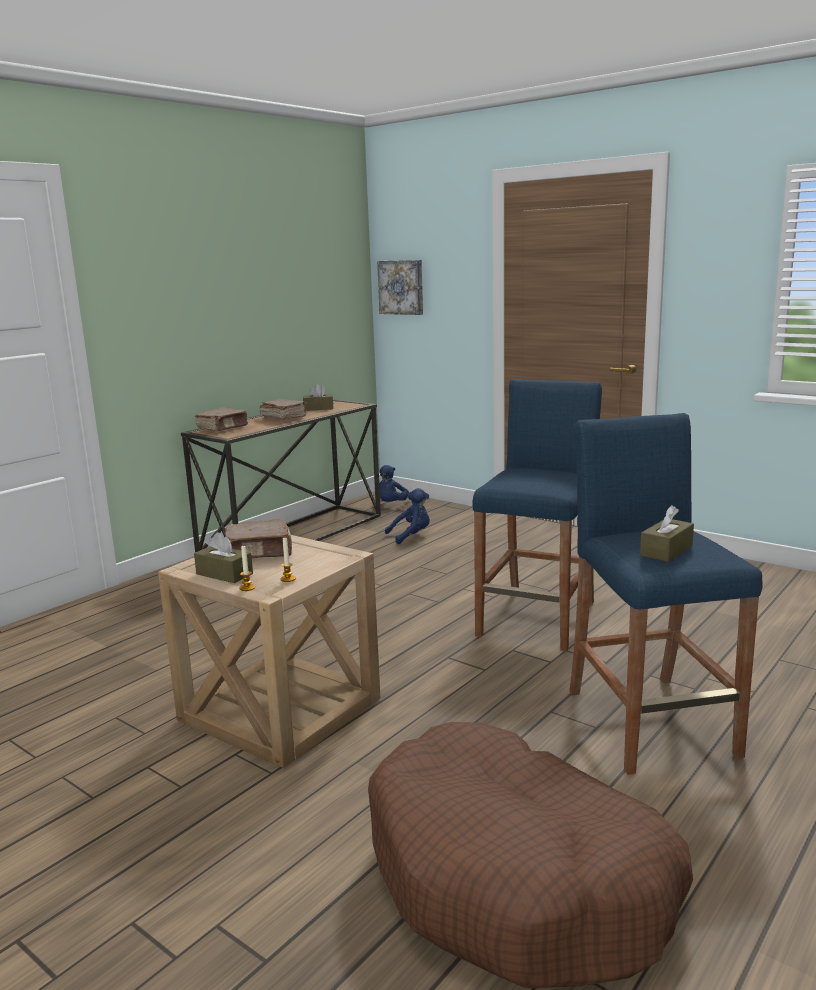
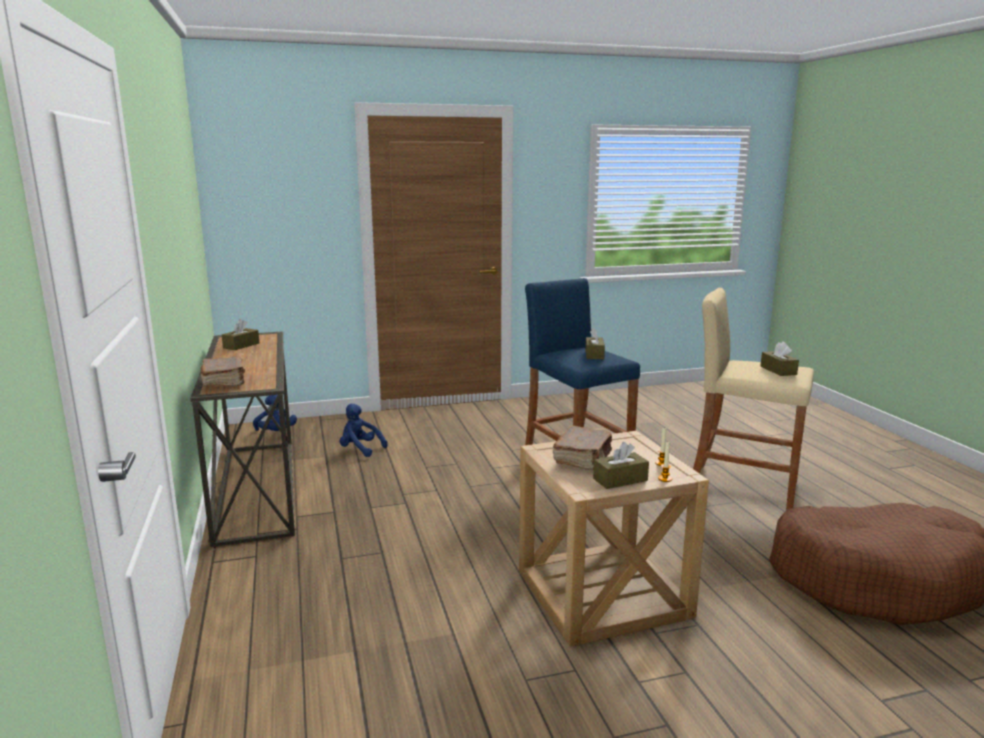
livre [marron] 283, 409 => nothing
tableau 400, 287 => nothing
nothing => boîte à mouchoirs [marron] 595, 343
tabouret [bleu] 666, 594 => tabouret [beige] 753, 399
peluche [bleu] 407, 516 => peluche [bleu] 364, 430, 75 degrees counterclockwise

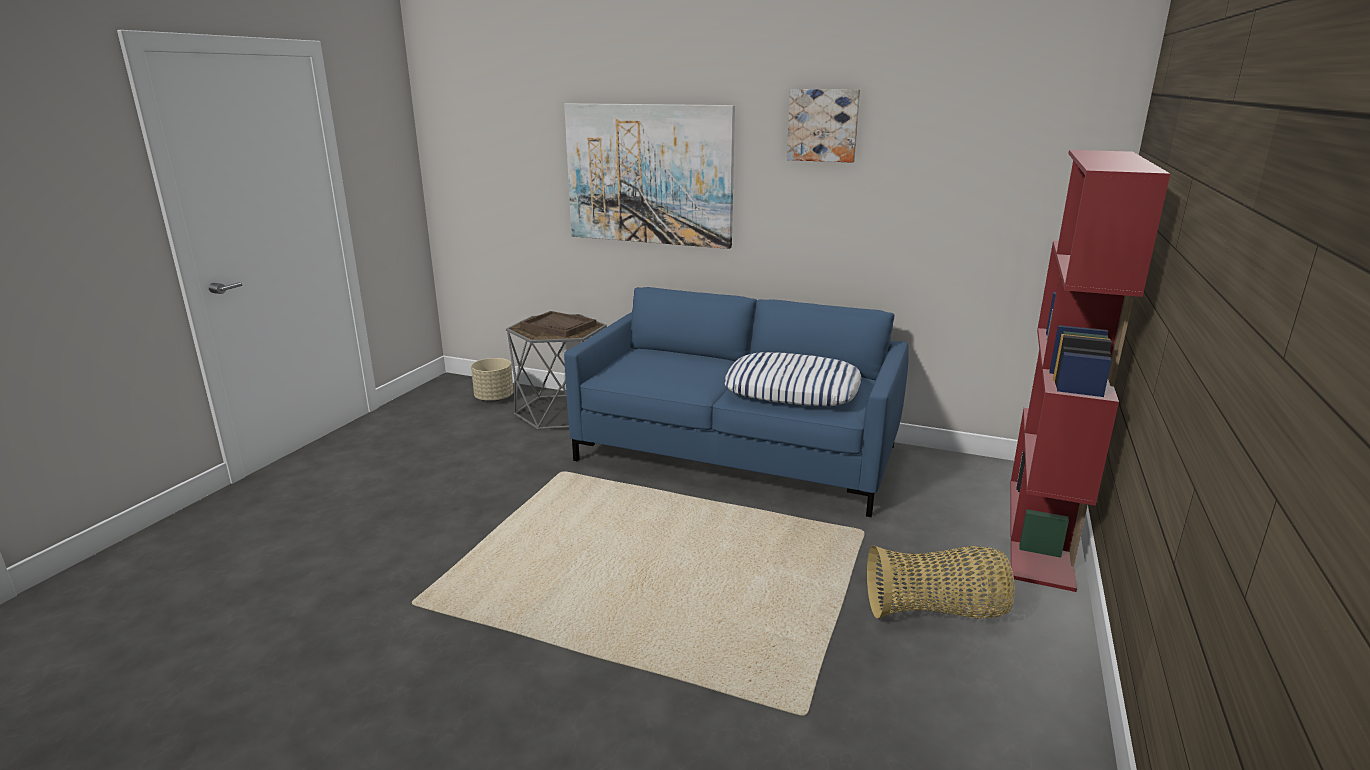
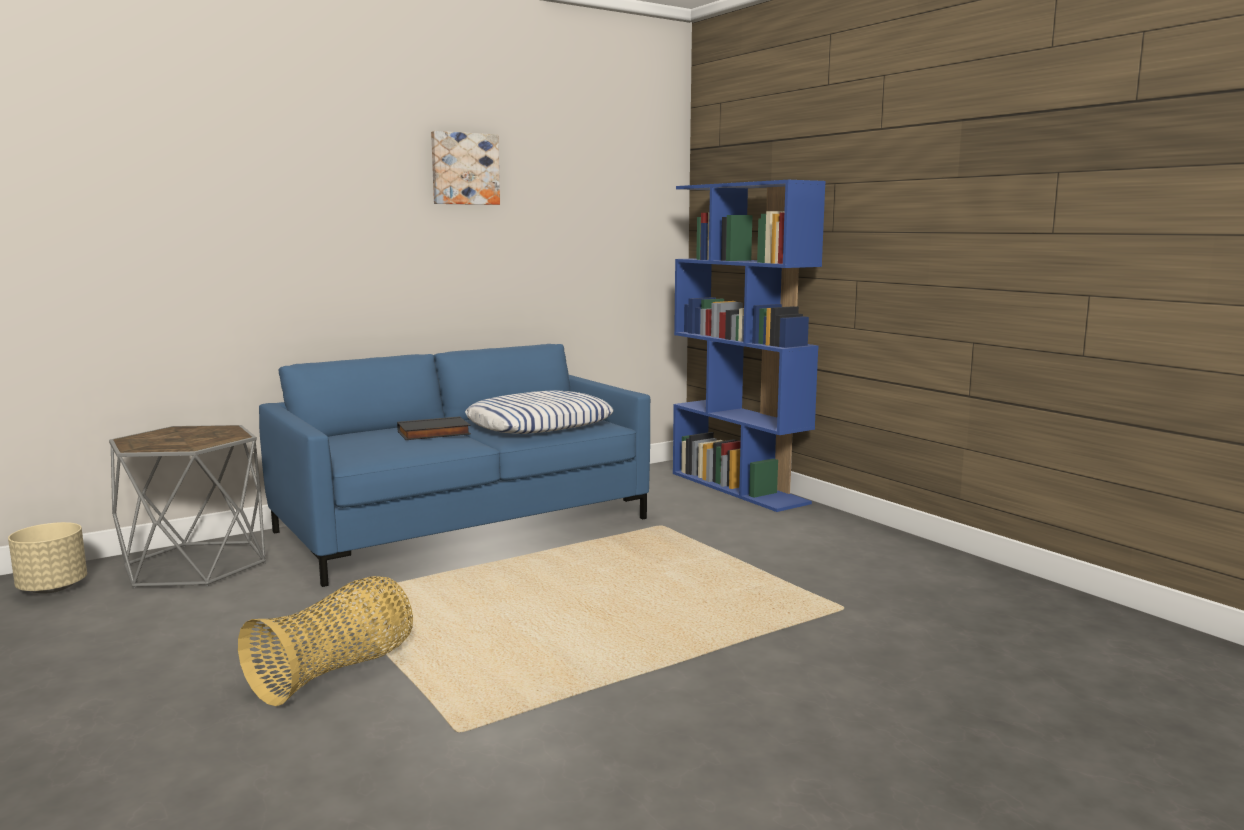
plateau [marron] 558, 324 => nothing
tableau 649, 176 => nothing
nothing => livre [noir] 434, 428
panier 941, 582 => panier 325, 641, shifted
bibliothèque [rouge] 1090, 371 => bibliothèque [bleu] 749, 346

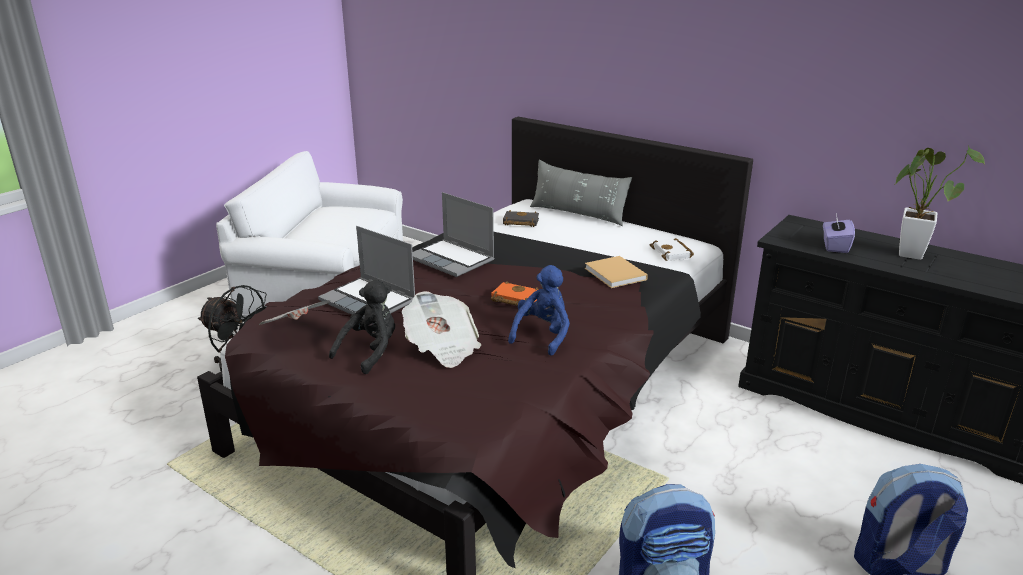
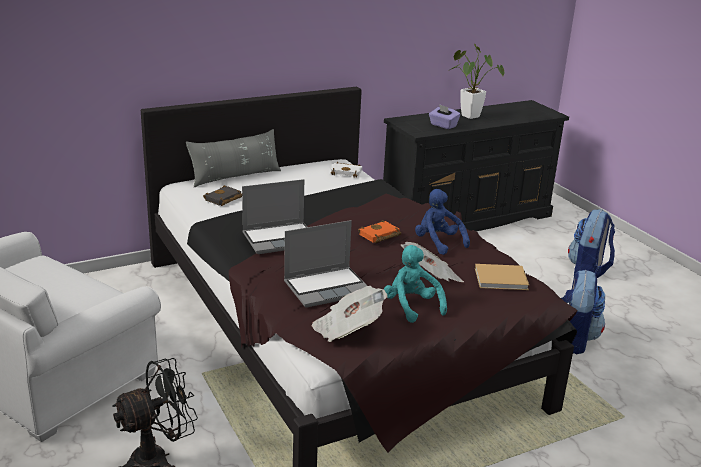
livre [beige] 616, 272 => livre [beige] 502, 277, shifted
peluche [noir] 362, 327 => peluche [turquoise] 415, 284

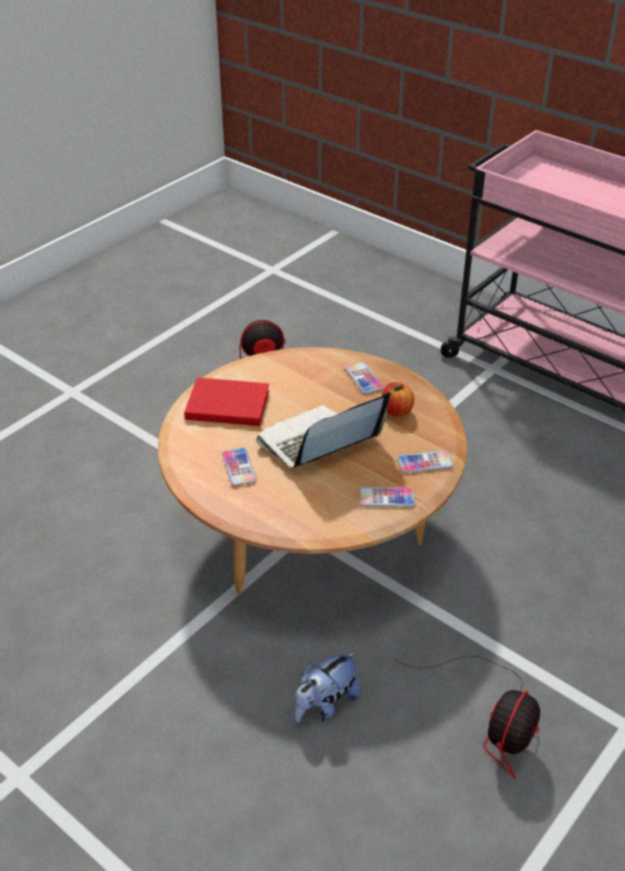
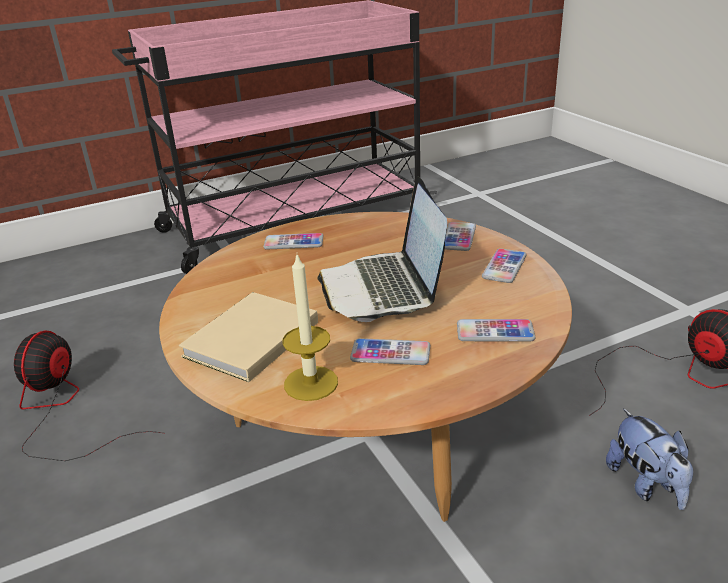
pomme 398, 399 => nothing
nothing => bougie 310, 328
nothing => téléphone 496, 330
livre [rouge] 227, 401 => livre [beige] 248, 337

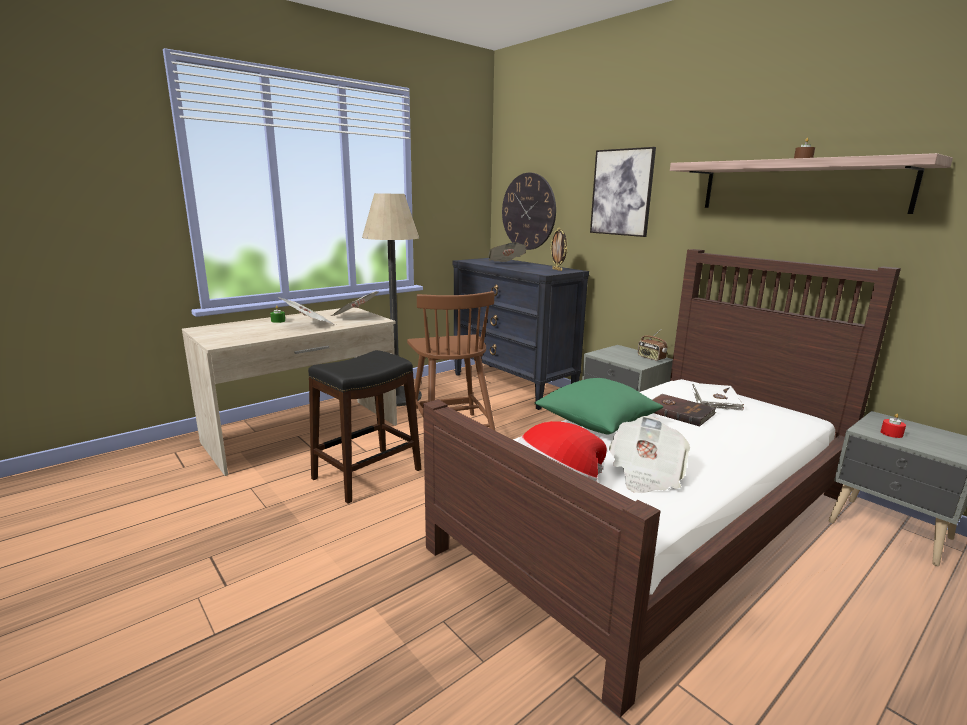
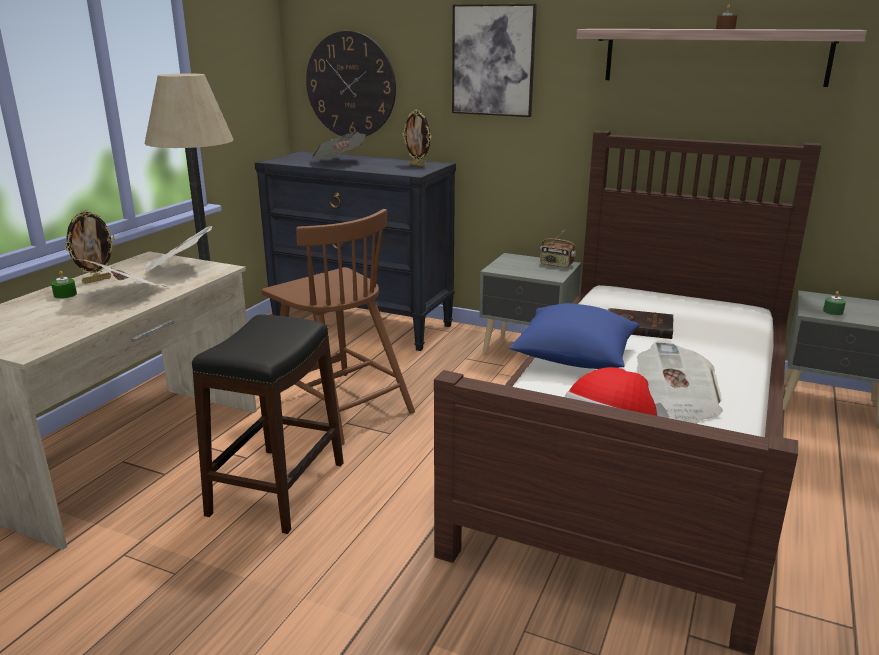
livre [blanc] 718, 397 => nothing
nothing => cadre photo 90, 247
coussin [vert] 599, 406 => coussin [bleu] 574, 336
bougie [rouge] 893, 426 => bougie [vert] 834, 303

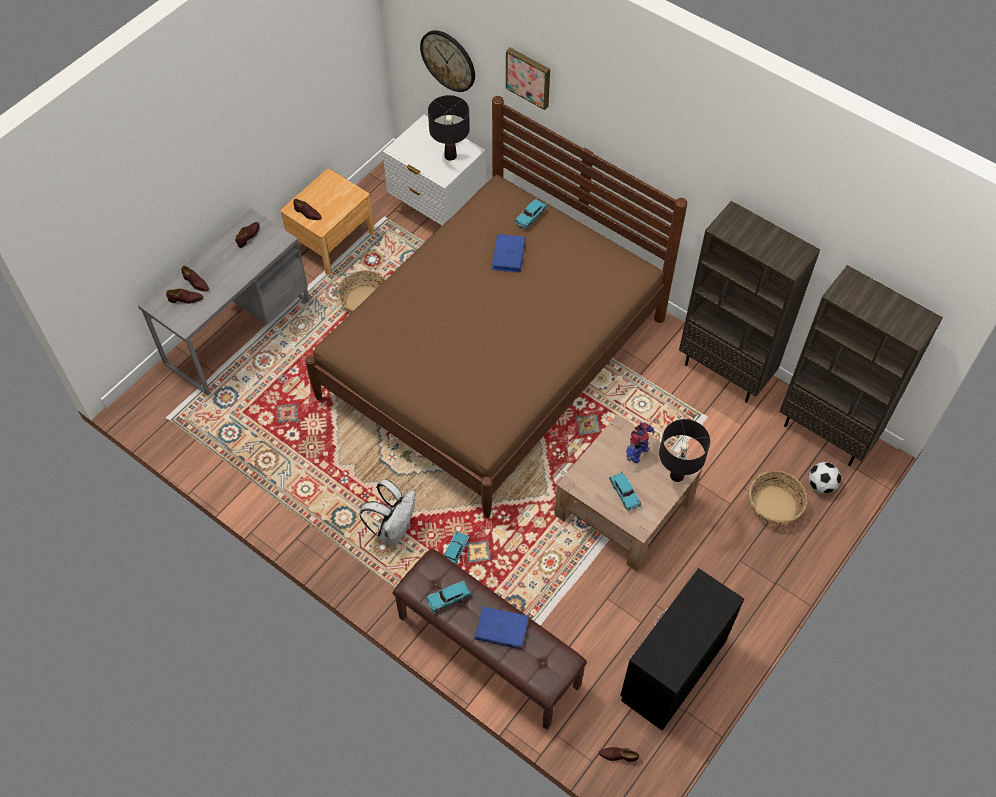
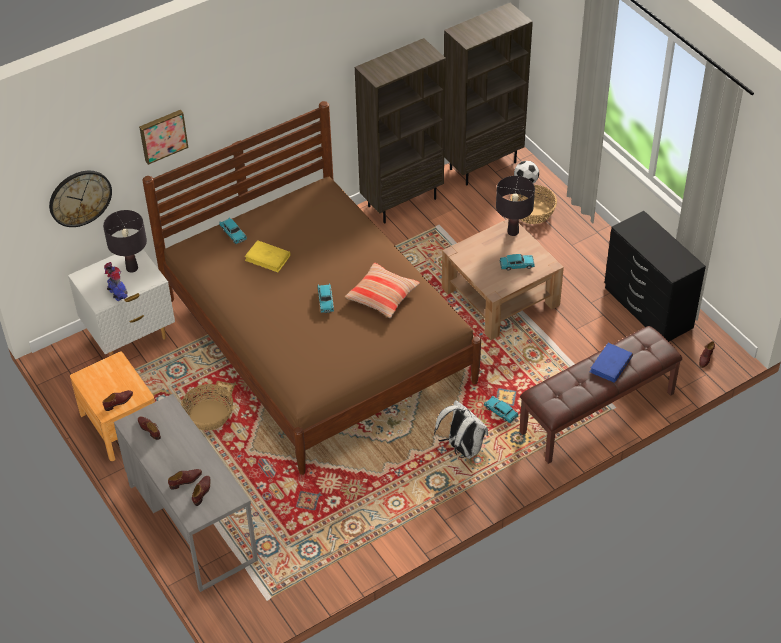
nothing => coussin 382, 290
petite voiture [turquoise] 449, 597 => petite voiture [turquoise] 326, 298, shifted
robot jouet 640, 442 => robot jouet 116, 281, shifted
livre [bleu] 508, 253 => livre [jaune] 268, 256

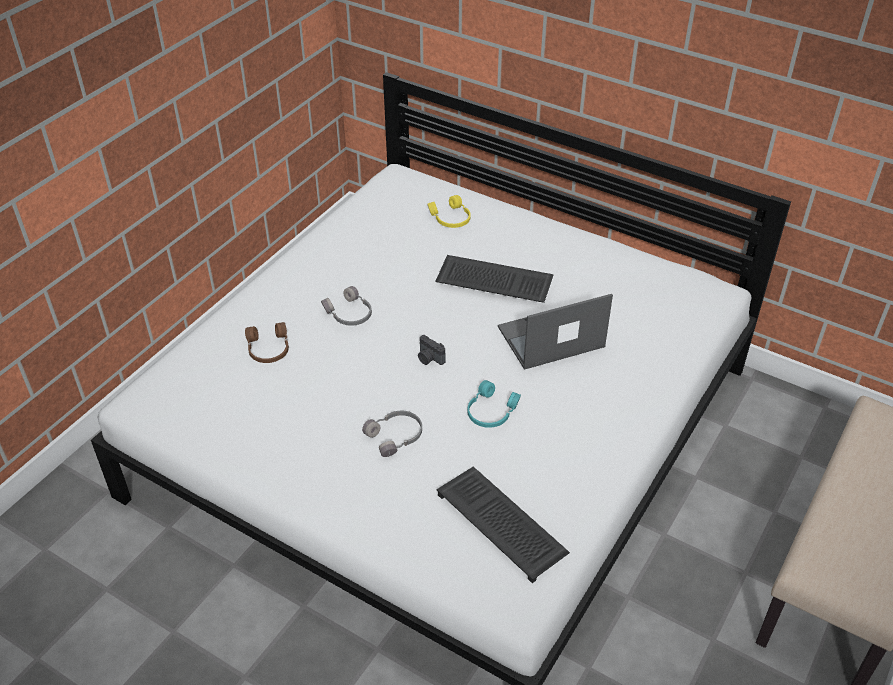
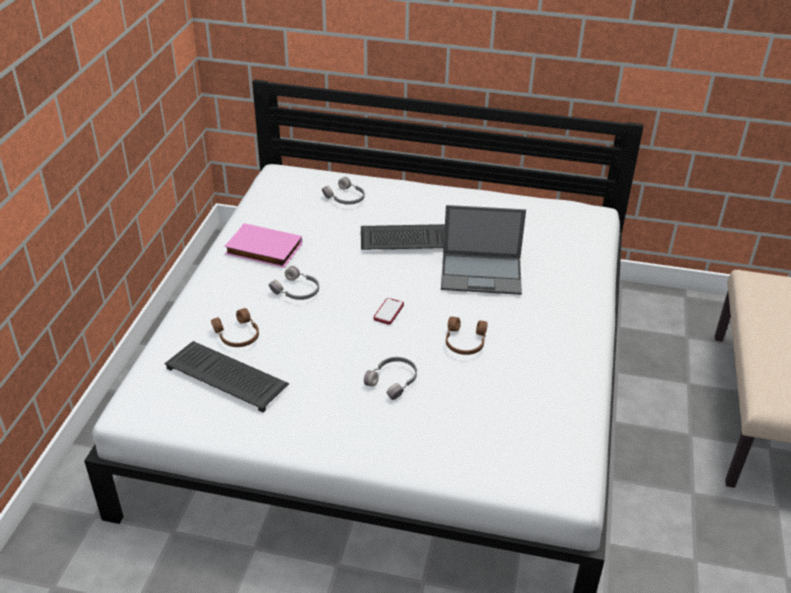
nothing => livre [rose] 263, 245
clavier 503, 525 => clavier 227, 377, shifted
appareil photo 431, 350 => téléphone 388, 311
casque audio [jaune] 449, 211 => casque audio [gris] 343, 191
casque audio [turquoise] 494, 404 => casque audio [marron] 466, 336
ordinateur portable 555, 332 => ordinateur portable 483, 250, 135 degrees counterclockwise

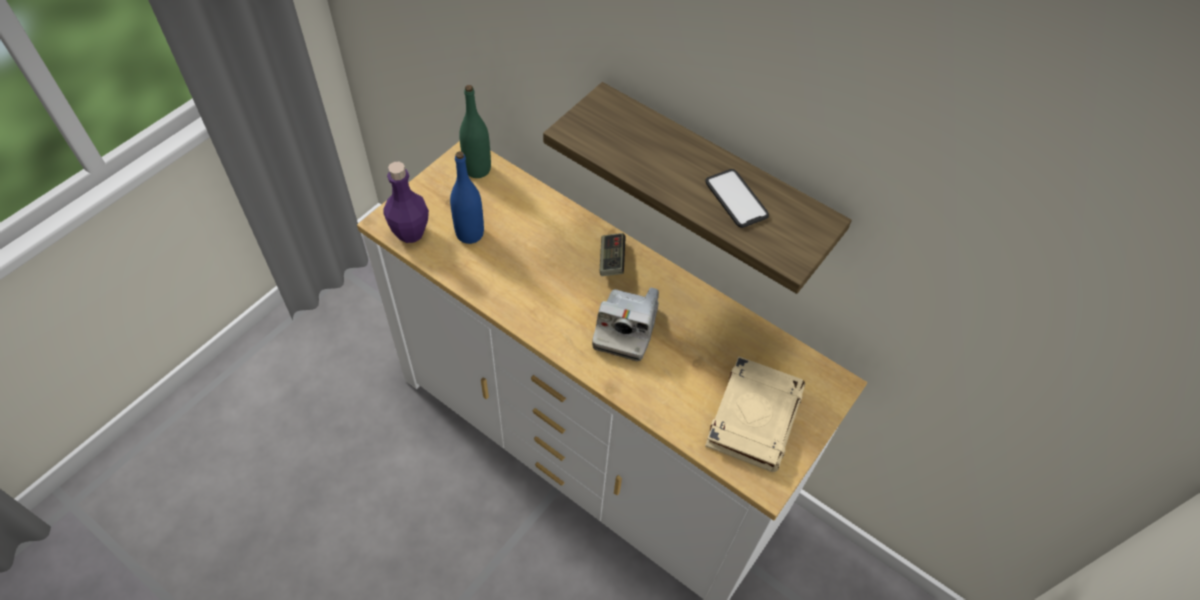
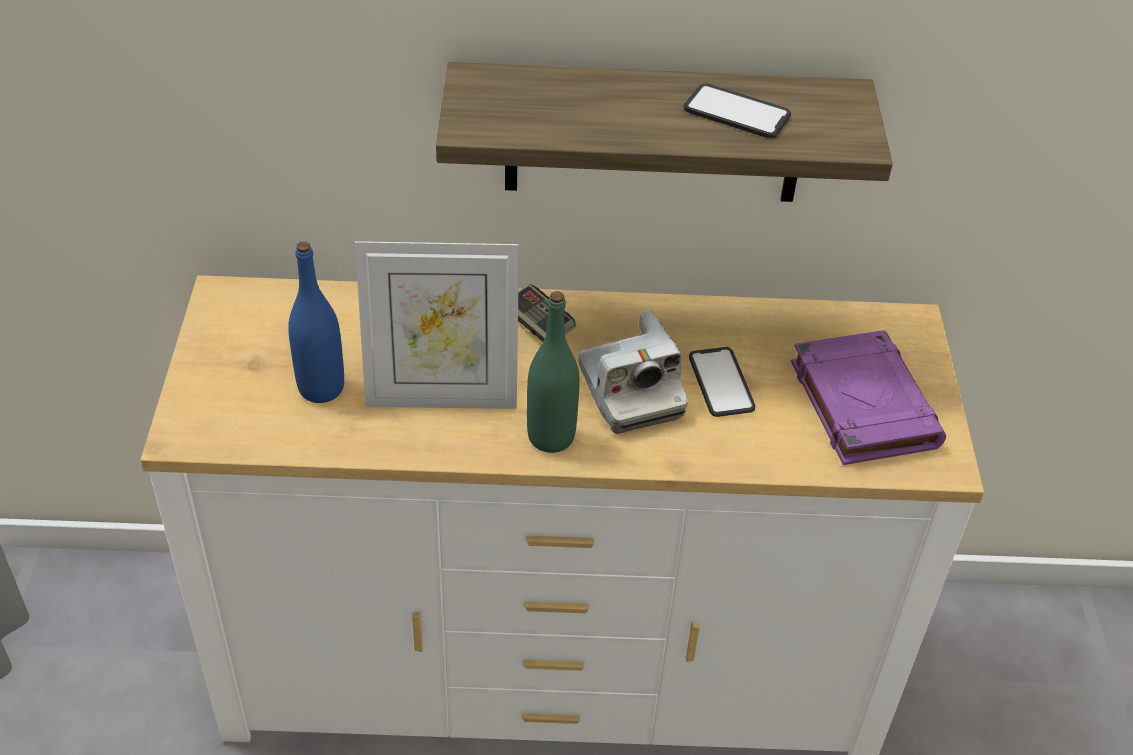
bouteille [violet] 406, 202 => nothing
nothing => cadre photo 437, 325
nothing => téléphone 722, 382
bouteille [vert] 475, 131 => bouteille [vert] 553, 372, shifted
livre [beige] 755, 414 => livre [violet] 868, 397

